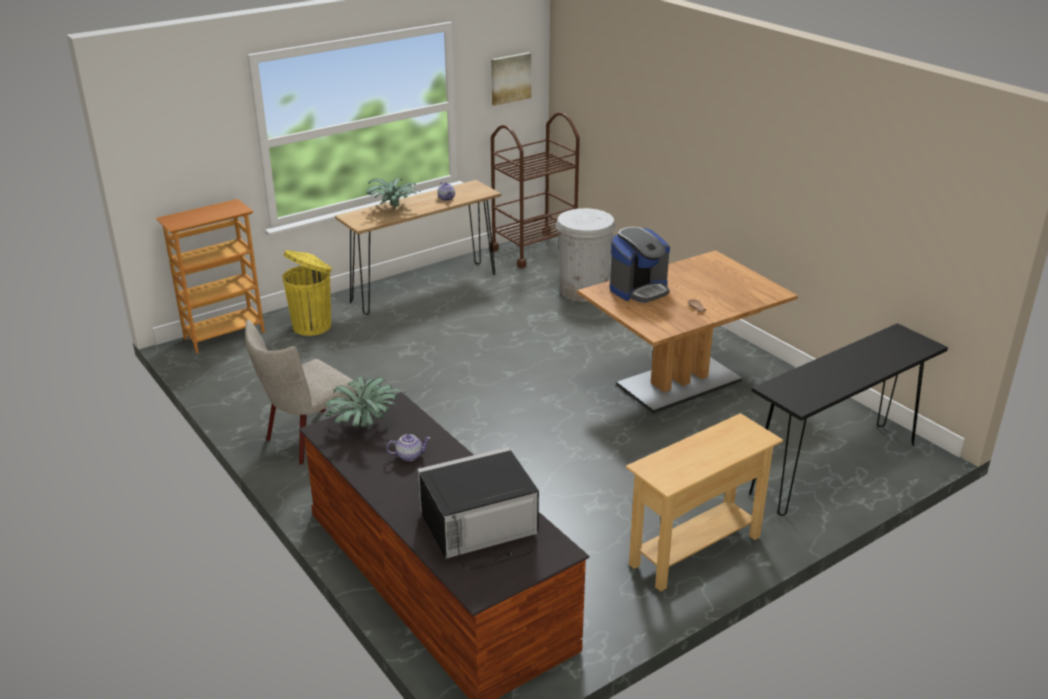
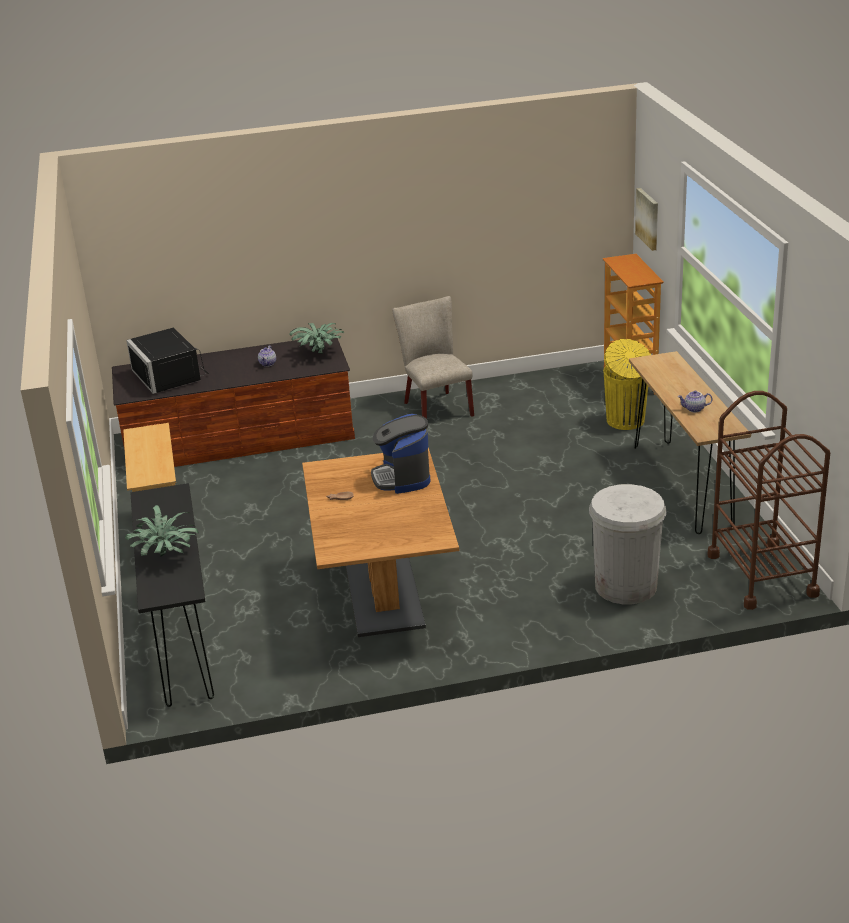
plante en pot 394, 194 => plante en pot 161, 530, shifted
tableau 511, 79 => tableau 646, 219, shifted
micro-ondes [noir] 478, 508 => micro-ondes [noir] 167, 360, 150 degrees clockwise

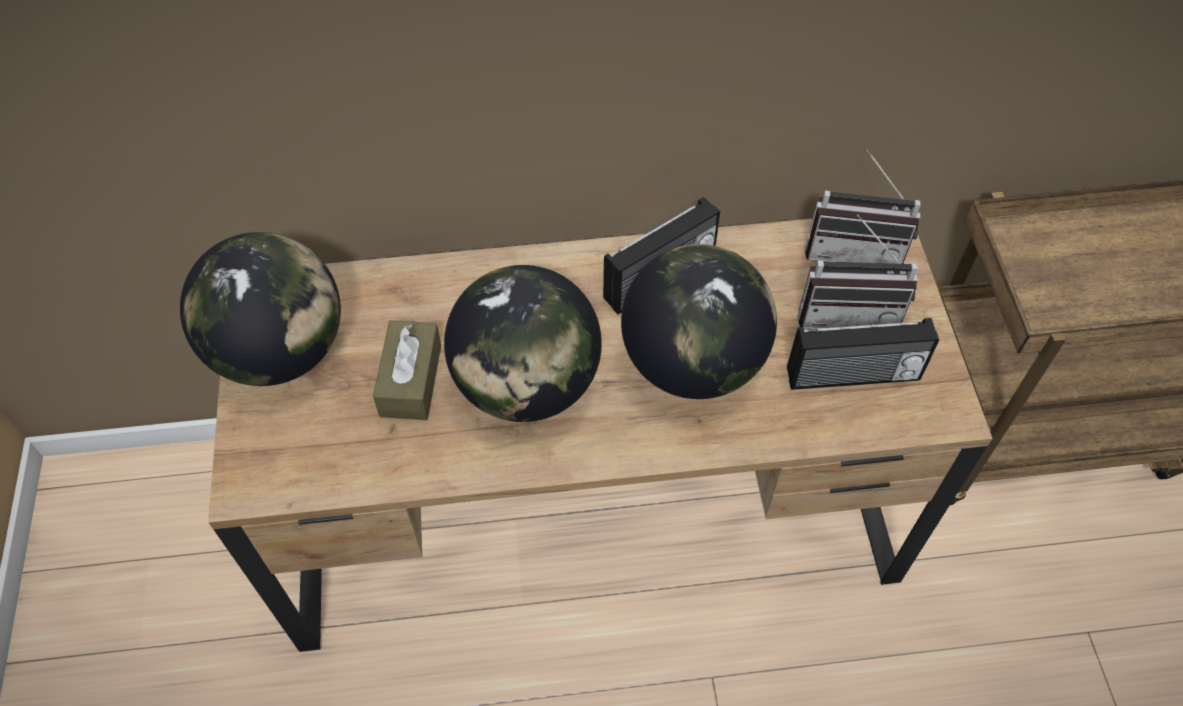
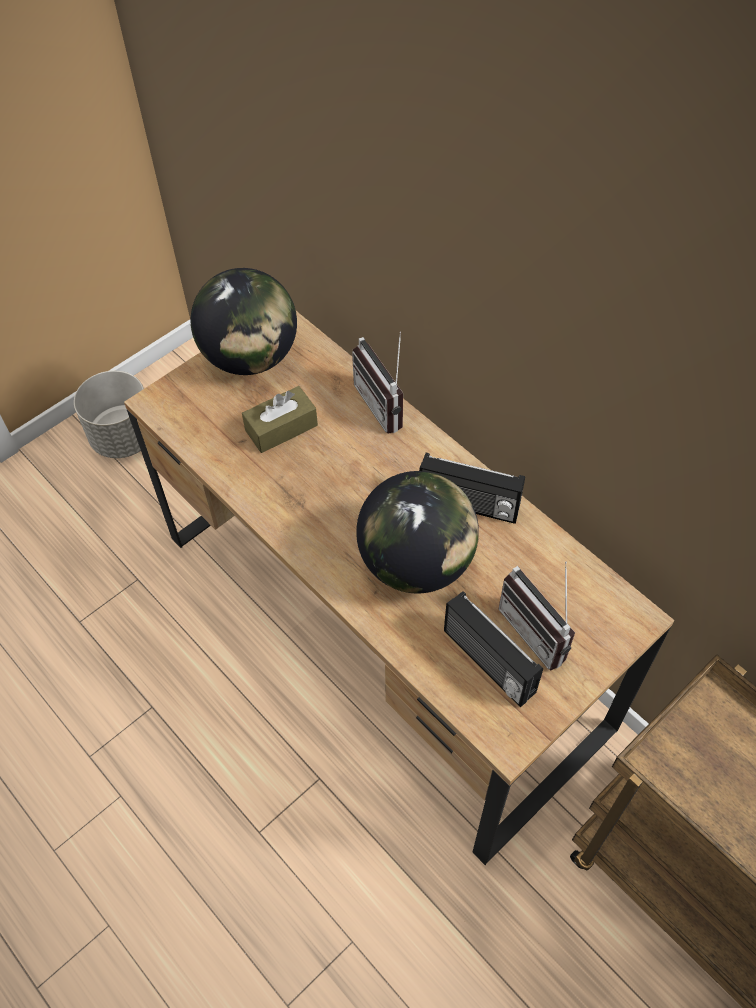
globe 523, 343 => nothing
nothing => cache-pot [gris] 109, 414
radio 862, 206 => radio 377, 383, shifted

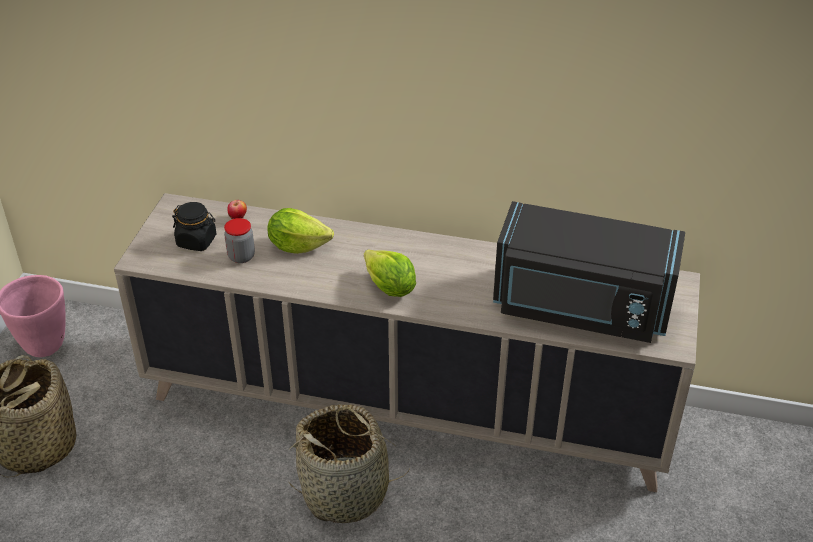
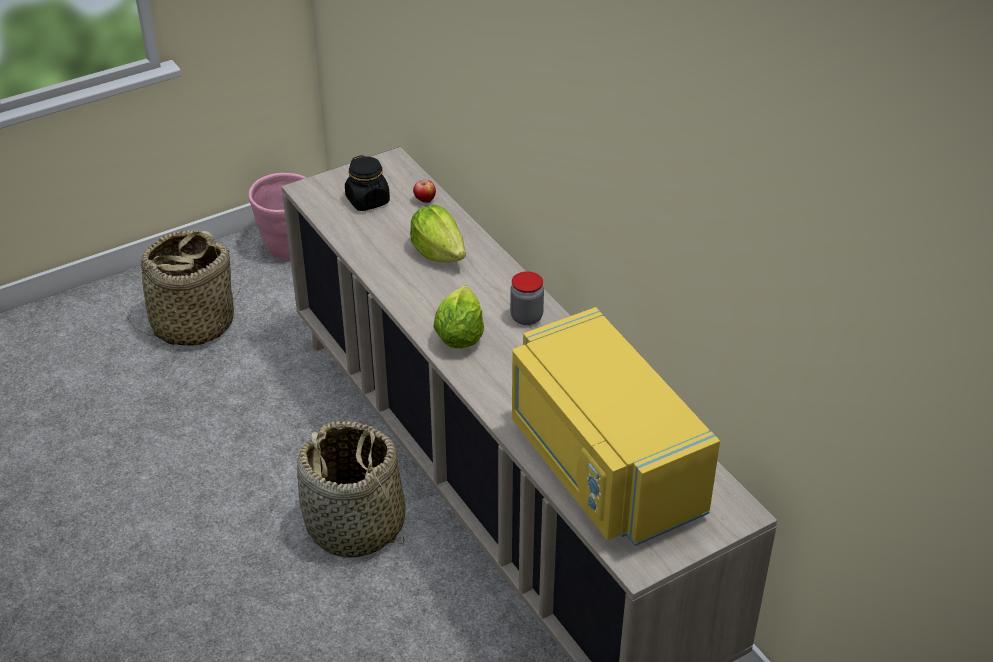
bocal 239, 240 => bocal 527, 298, shifted
micro-ondes [noir] 589, 272 => micro-ondes [jaune] 616, 426

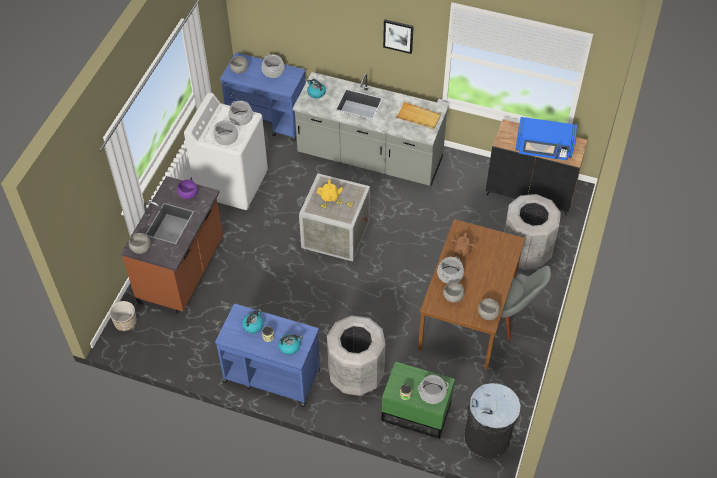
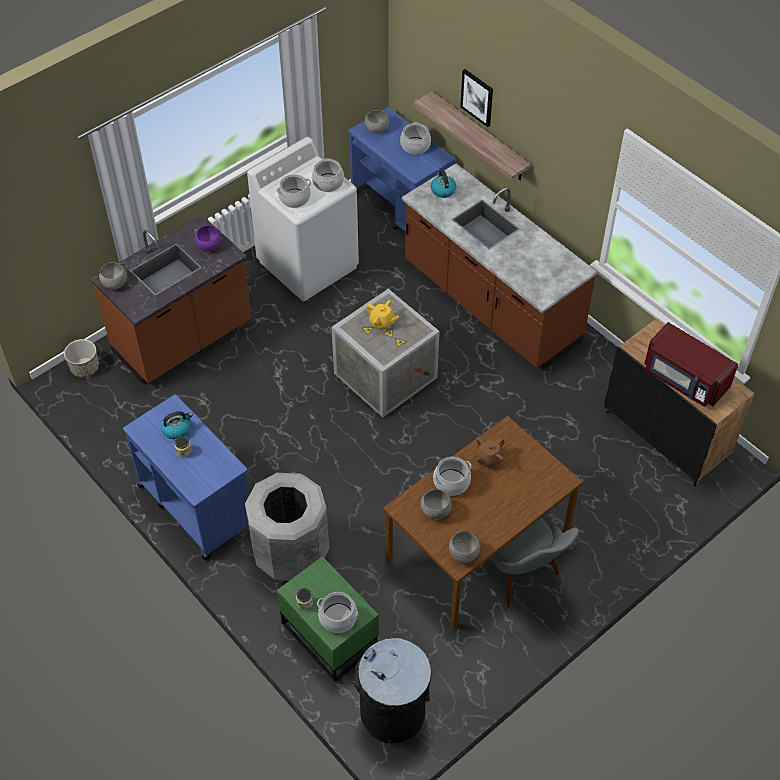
bouilloire 290, 344 => nothing
plateau [beige] 418, 116 => nothing
poubelle [gris] 532, 232 => nothing
nothing => étagère 472, 135
tableau 398, 36 => tableau 476, 98, shifted
comptoir de cuisine [gris] 371, 129 => comptoir de cuisine [marron] 499, 267
micro-ondes [bleu] 546, 138 => micro-ondes [rouge] 691, 364

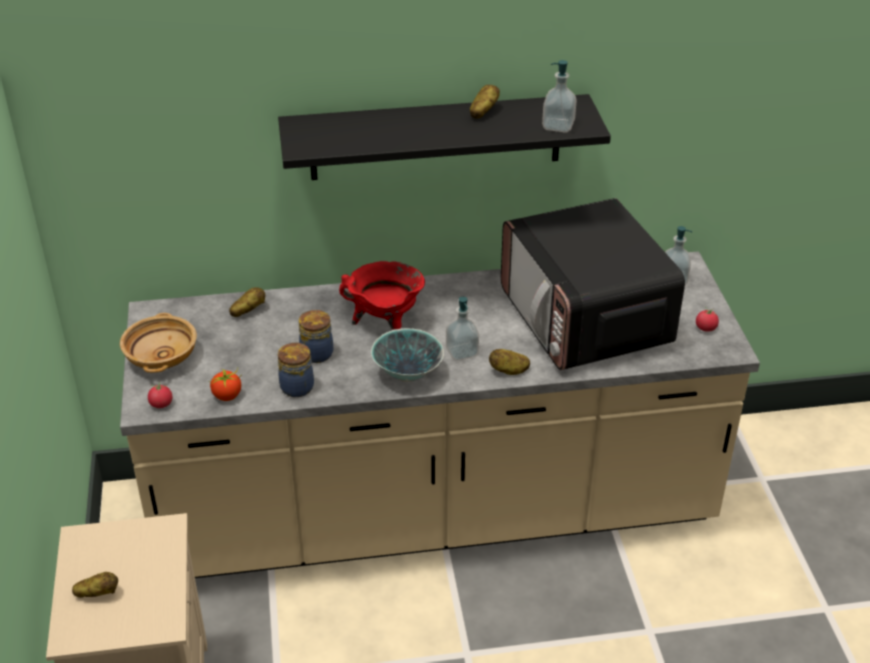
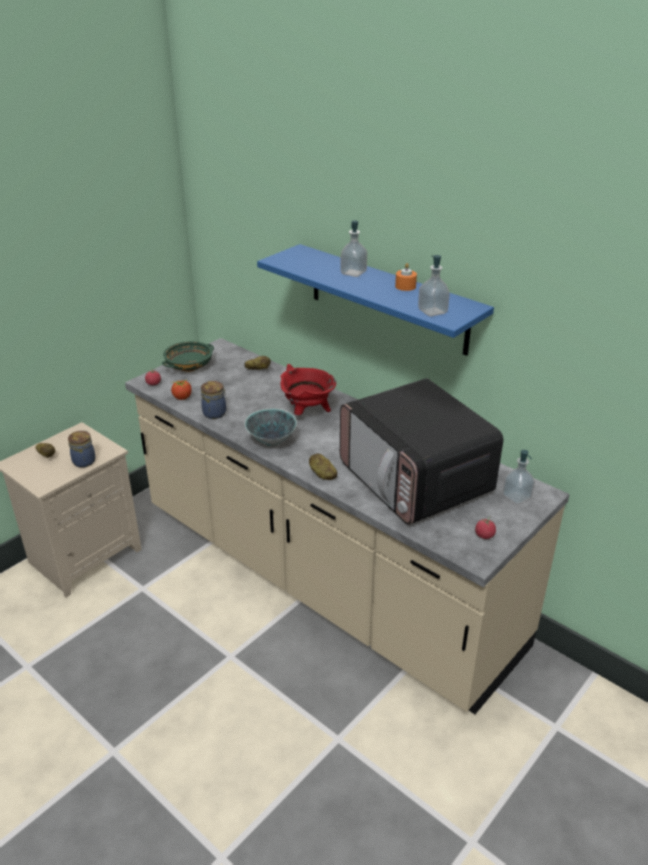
bocal 316, 336 => bocal 81, 449, shifted
distributeur de savon 462, 329 => distributeur de savon 353, 248, shifted
pomme de terre 485, 102 => bougie [orange] 406, 277
bol [beige] 158, 343 => bol [vert] 188, 356
étagère [noir] 444, 137 => étagère [bleu] 375, 300
micro-ondes 593, 284 => micro-ondes 421, 451, 60 degrees counterclockwise

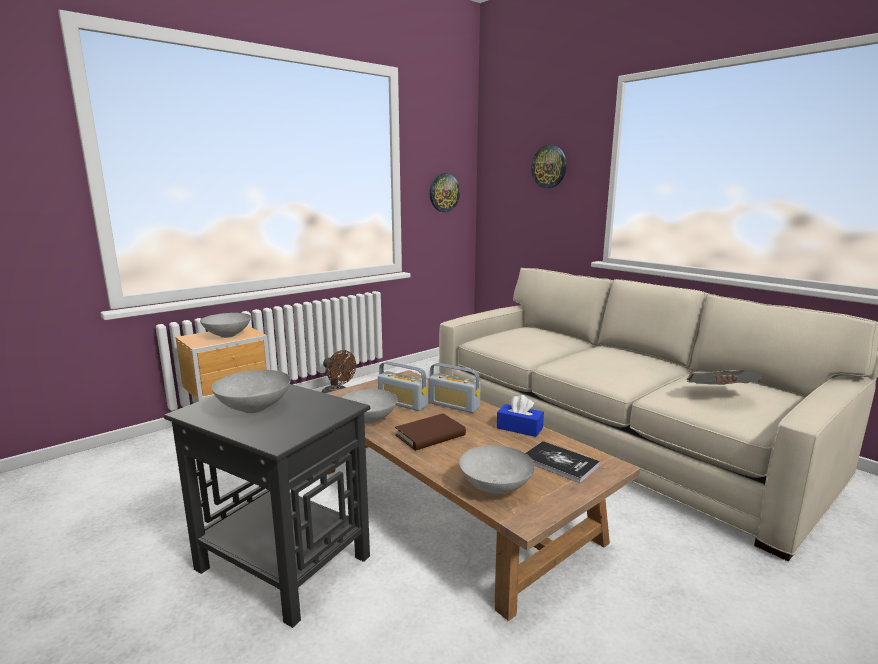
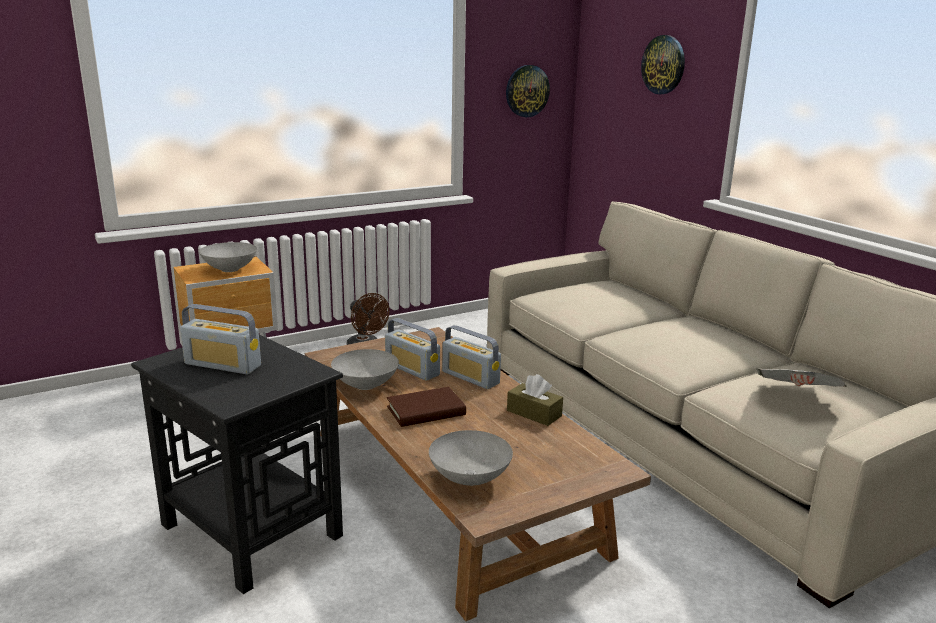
livre 563, 462 => nothing
bol [gris] 251, 391 => radio 220, 339
boîte à mouchoirs [bleu] 520, 416 => boîte à mouchoirs [marron] 535, 400

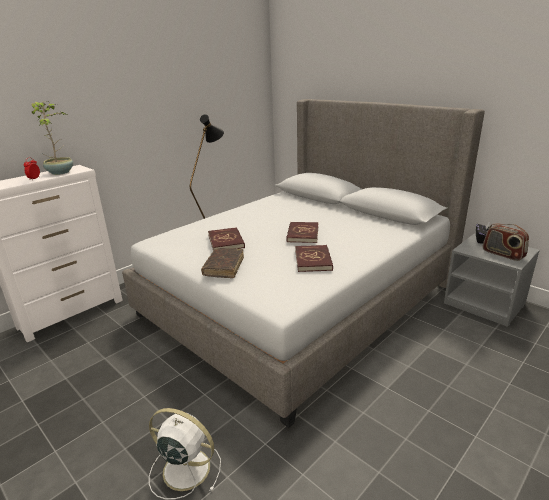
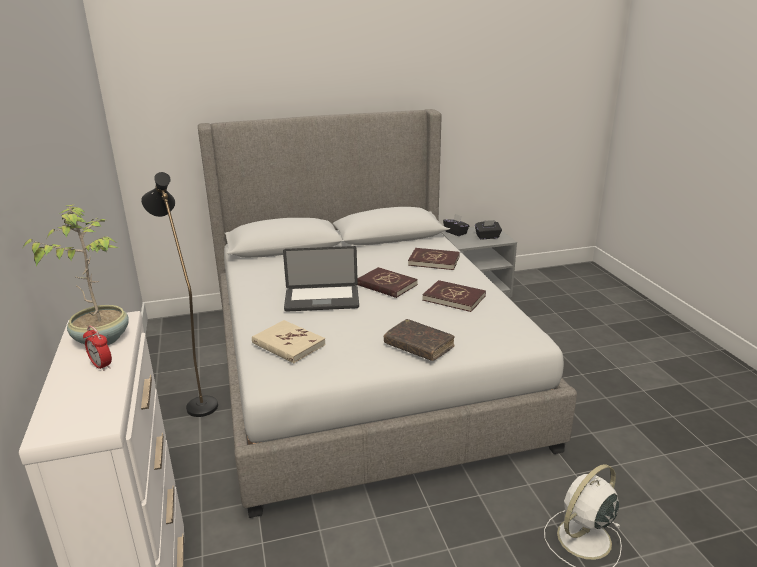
nothing => livre [beige] 289, 341
nothing => ordinateur portable 321, 279
livre [rouge] 226, 238 => livre [rouge] 434, 259, shifted
radio 506, 242 => boîte à mouchoirs [noir] 488, 229

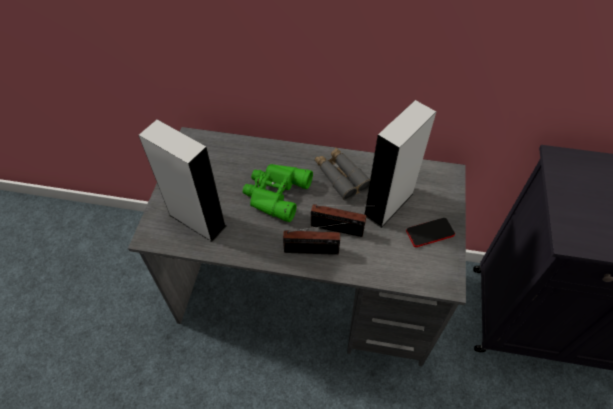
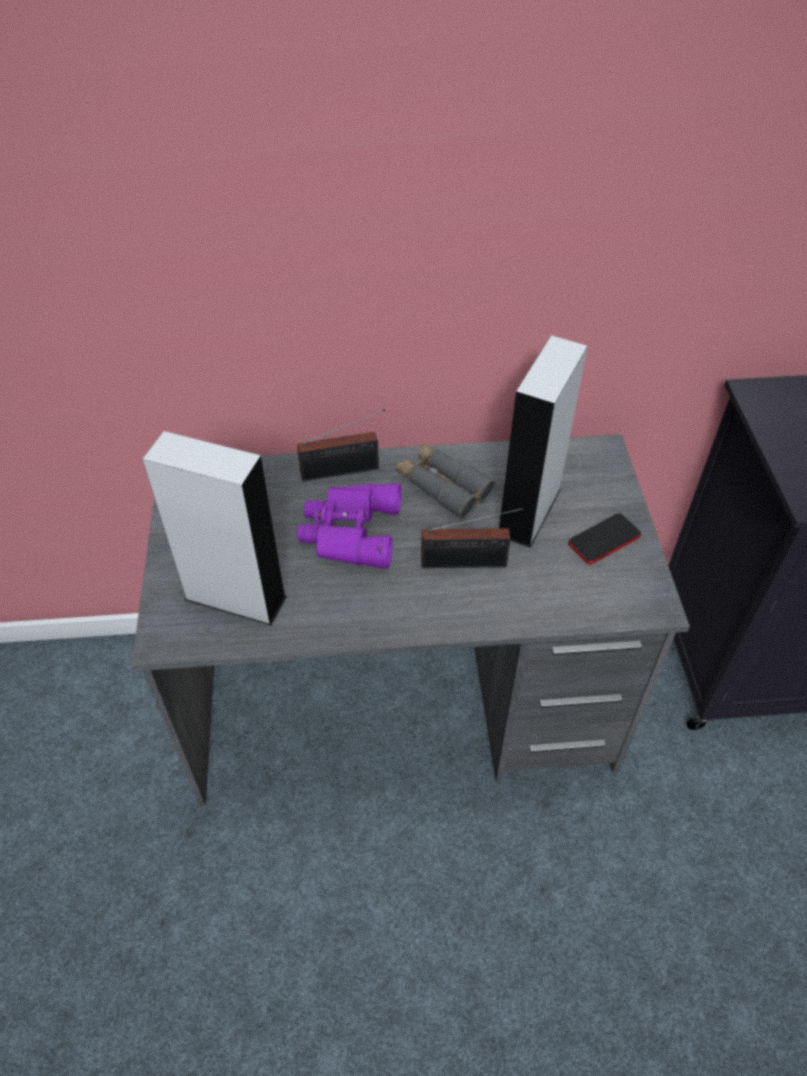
radio 315, 238 => radio 341, 445, shifted
jumelles [vert] 278, 193 => jumelles [violet] 349, 526

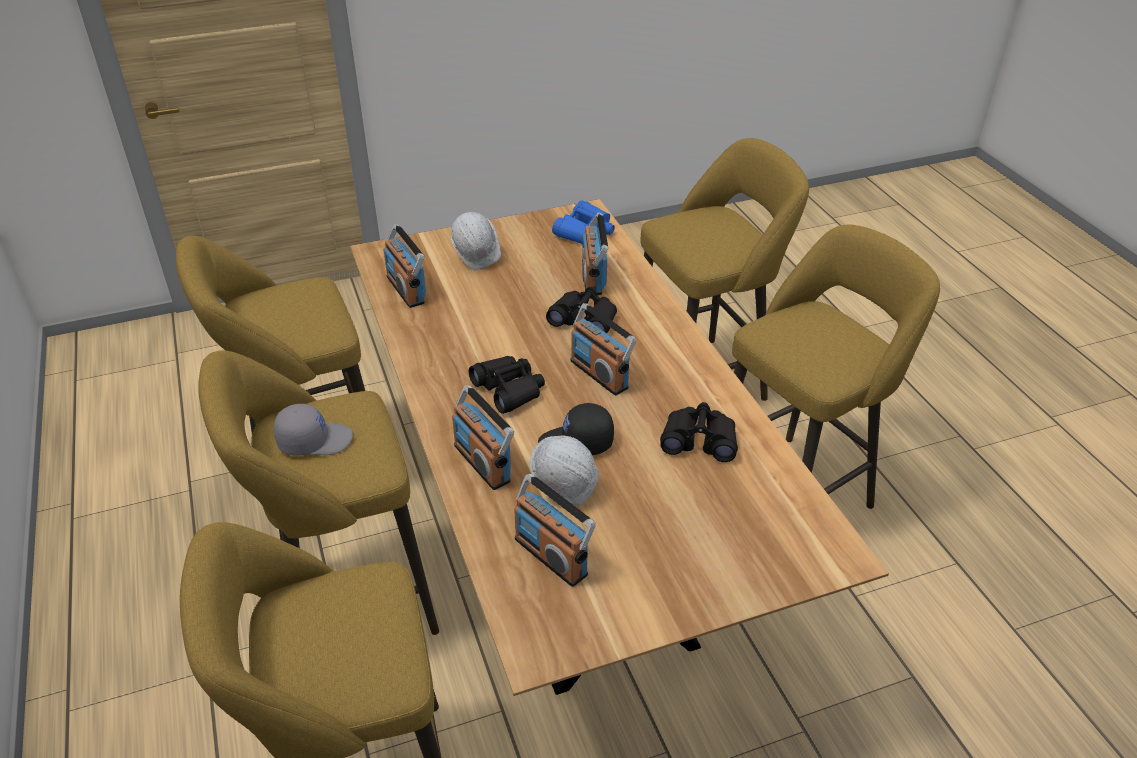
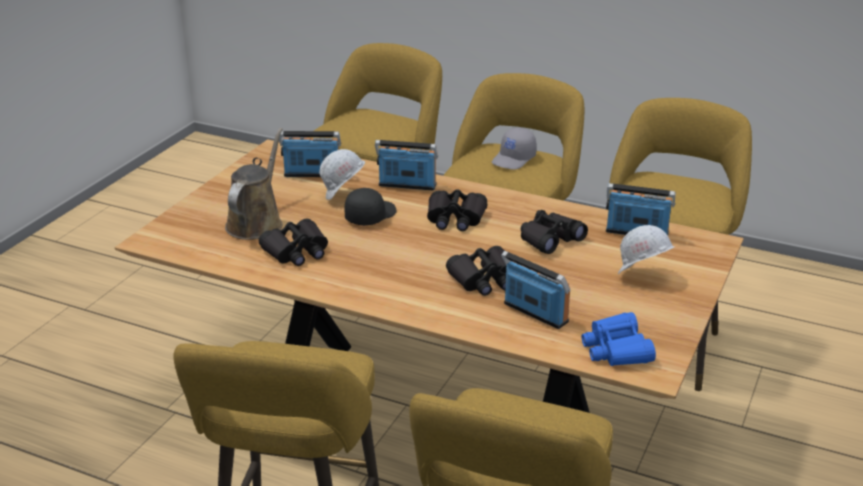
radio 604, 349 => nothing
nothing => arrosoir [marron] 254, 184
nothing => jumelles [noir] 554, 232

